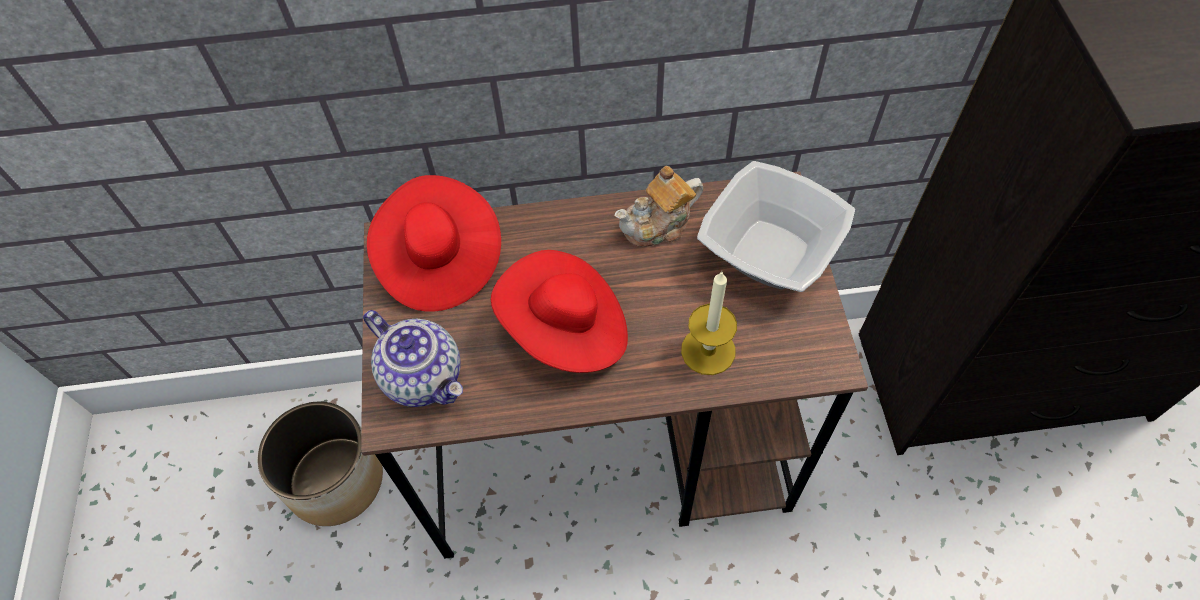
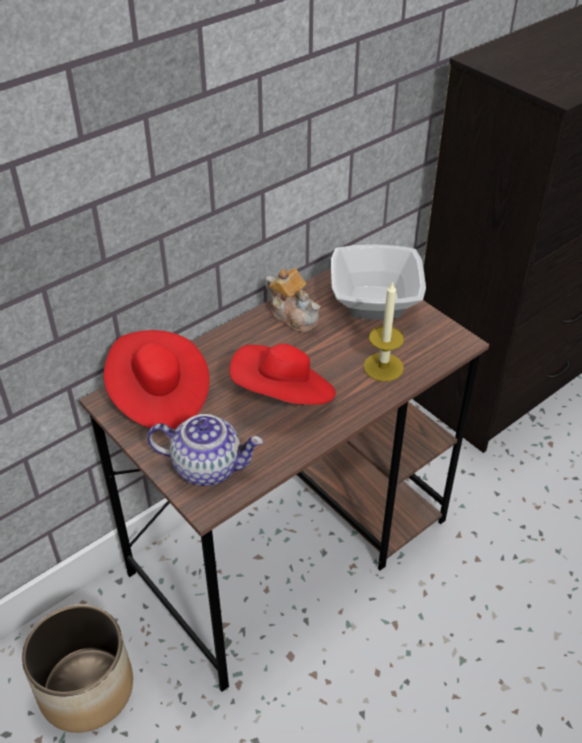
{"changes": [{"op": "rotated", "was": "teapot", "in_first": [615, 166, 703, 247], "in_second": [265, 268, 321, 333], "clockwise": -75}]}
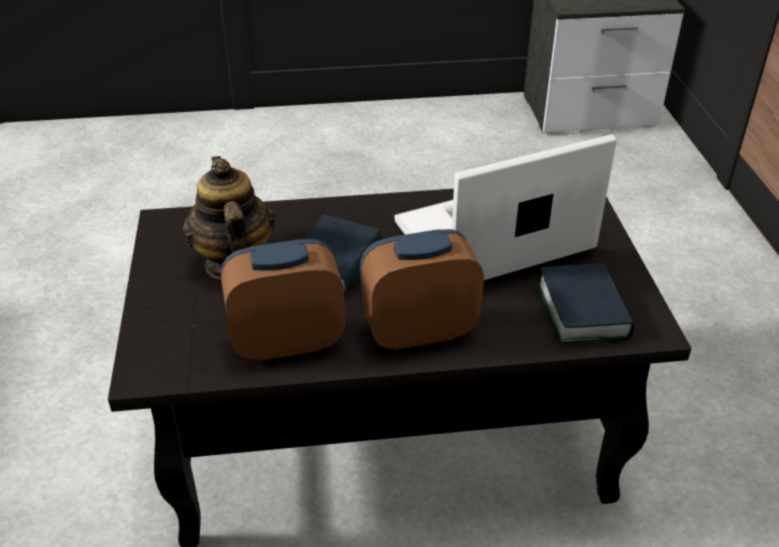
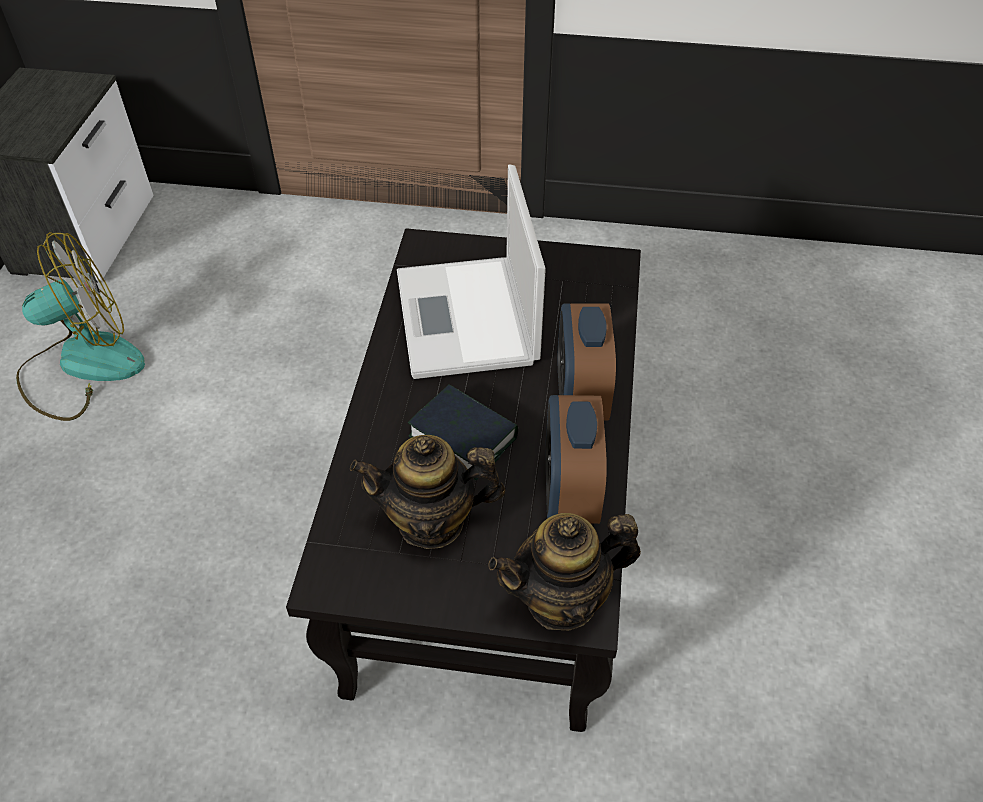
{"changes": [{"op": "new", "now": "fan", "in_second": [16, 232, 145, 421]}, {"op": "new", "now": "teapot", "in_second": [488, 513, 641, 631]}, {"op": "gone", "was": "book", "in_first": [537, 263, 634, 345]}]}
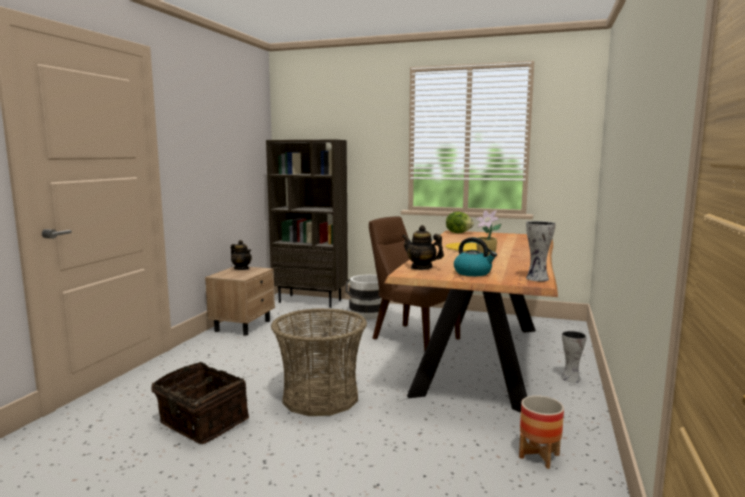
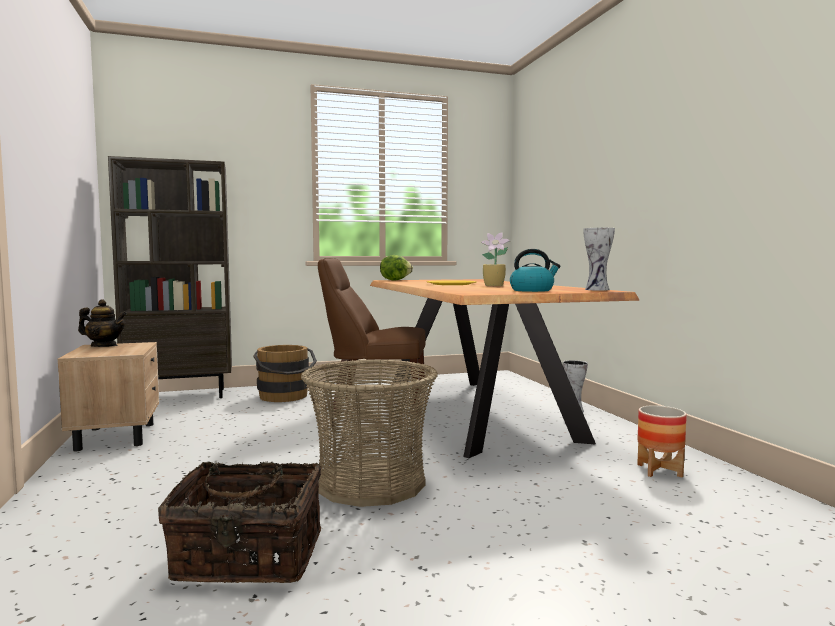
{"changes": [{"op": "repainted", "was": "bucket (white)", "now": "bucket (brown)", "in_first": [346, 275, 382, 320], "in_second": [253, 345, 317, 402]}, {"op": "gone", "was": "teapot", "in_first": [402, 225, 444, 270]}]}
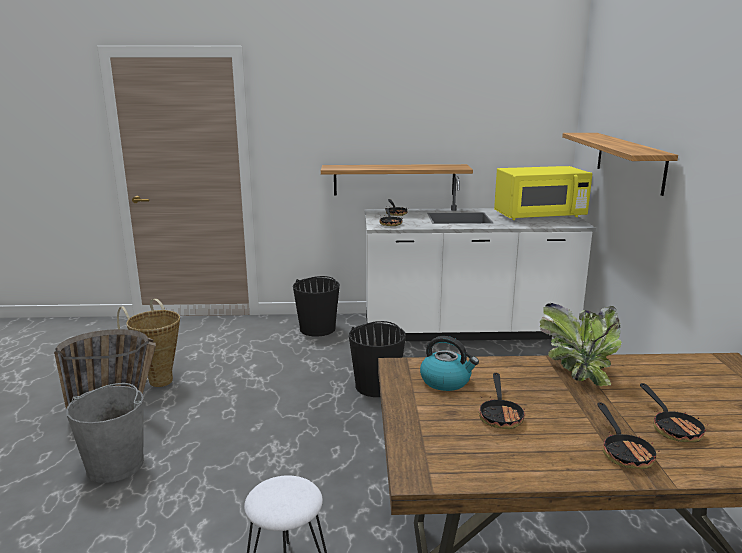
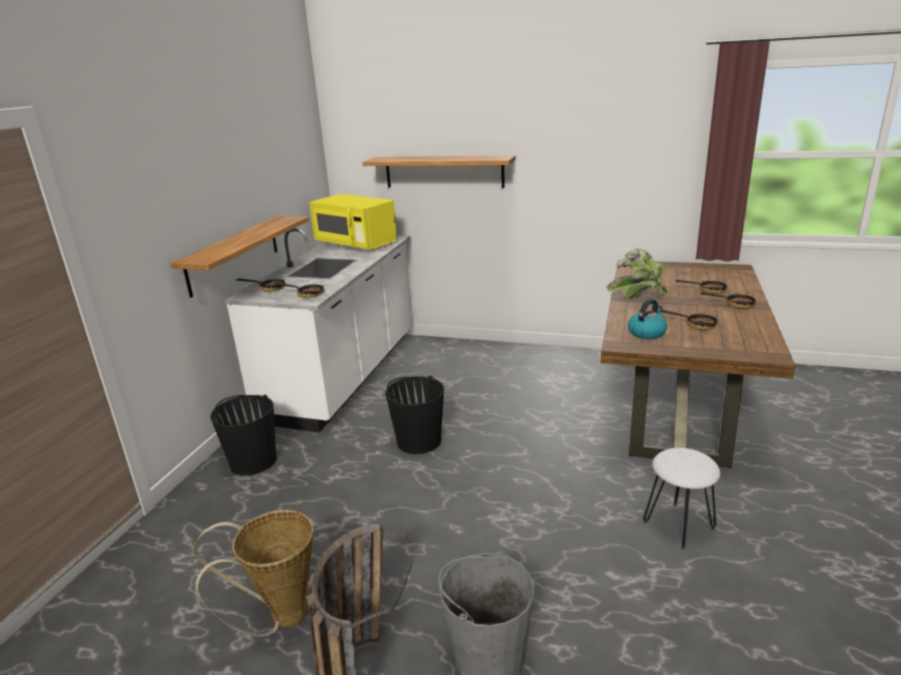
{"changes": [{"op": "rotated", "was": "microwave (yellow)", "in_first": [494, 166, 593, 220], "in_second": [309, 194, 397, 251], "clockwise": 120}]}
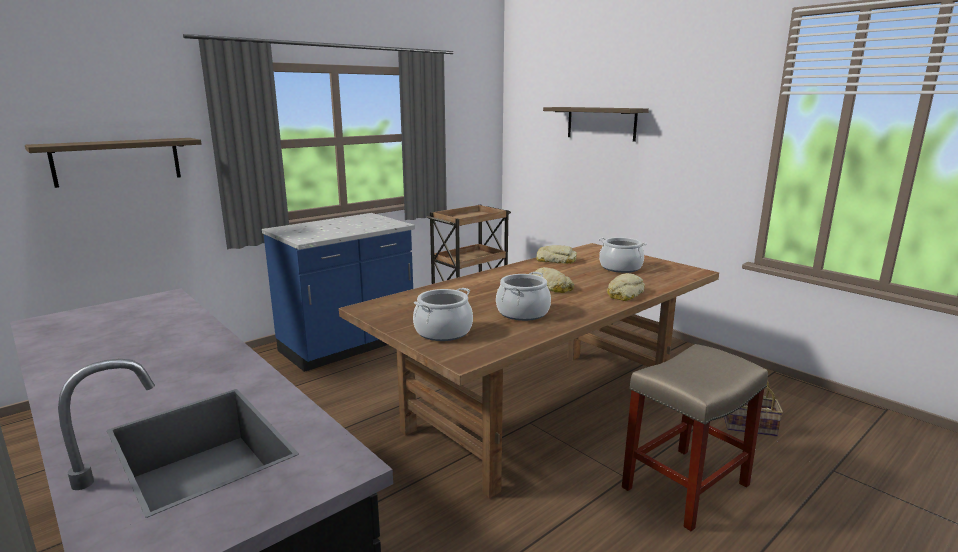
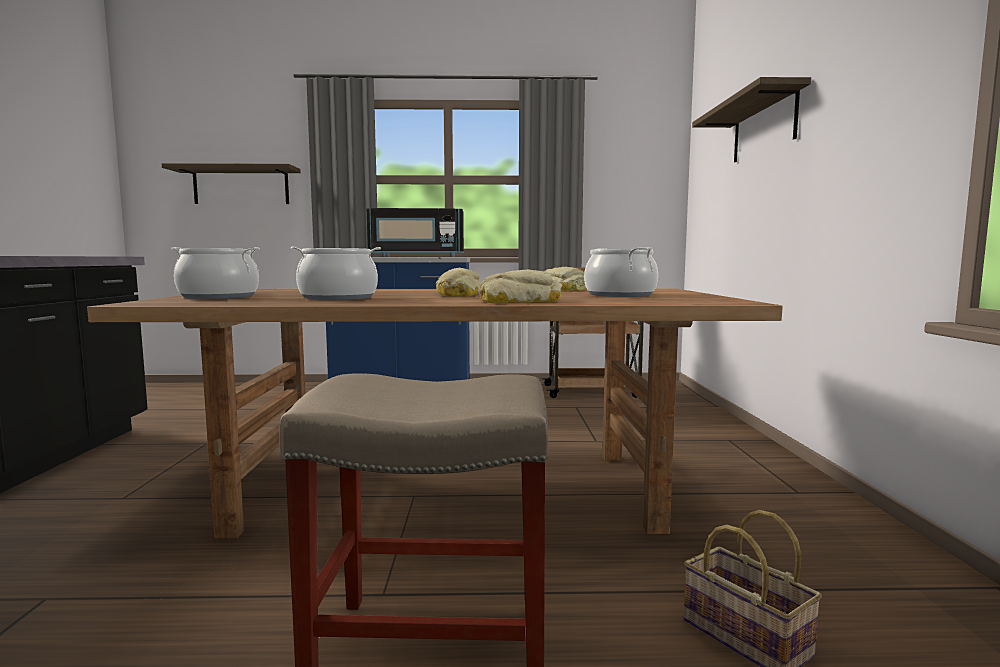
{"changes": [{"op": "new", "now": "microwave (black)", "in_second": [366, 208, 464, 257]}]}
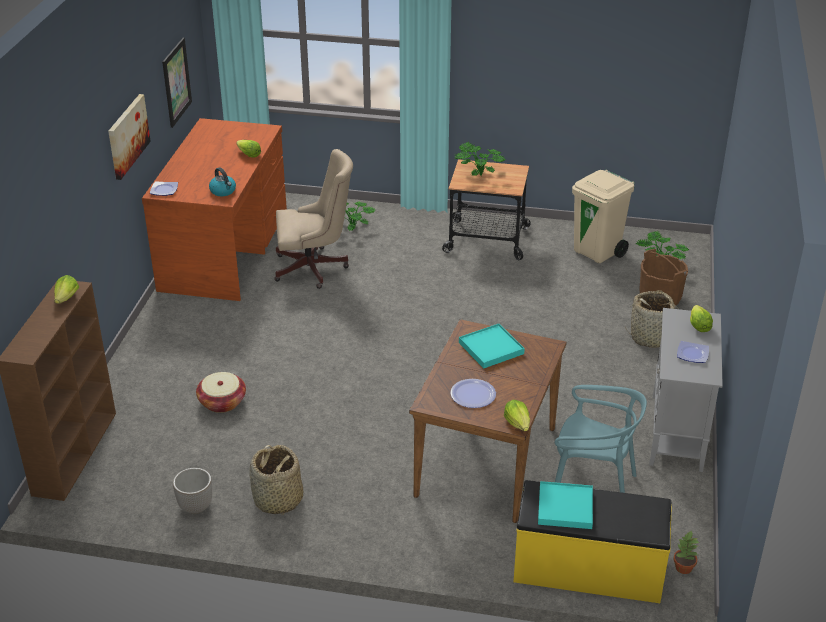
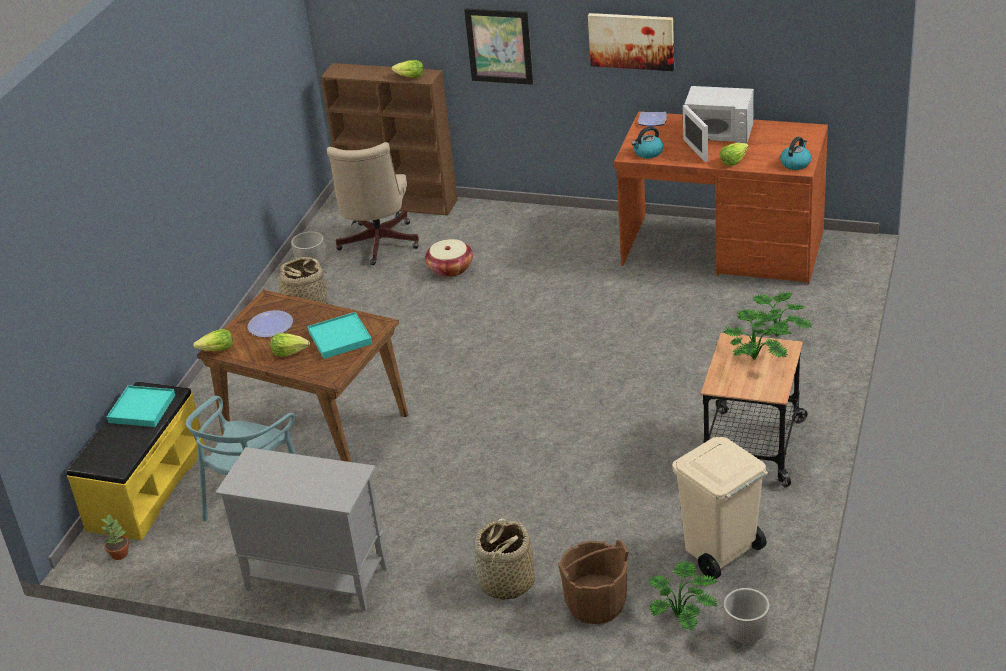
{"changes": [{"op": "shifted", "was": "lettuce", "in_first": [690, 305, 713, 332], "in_second": [270, 333, 310, 357]}, {"op": "shifted", "was": "office chair (beige)", "in_first": [274, 149, 353, 289], "in_second": [327, 142, 419, 265]}, {"op": "shifted", "was": "picture", "in_first": [162, 38, 192, 128], "in_second": [464, 8, 533, 85]}, {"op": "new", "now": "microwave (white)", "in_second": [683, 86, 754, 162]}, {"op": "new", "now": "planter", "in_second": [723, 588, 770, 644]}, {"op": "new", "now": "kettle", "in_second": [780, 137, 811, 170]}, {"op": "gone", "was": "plate", "in_first": [677, 341, 709, 363]}]}
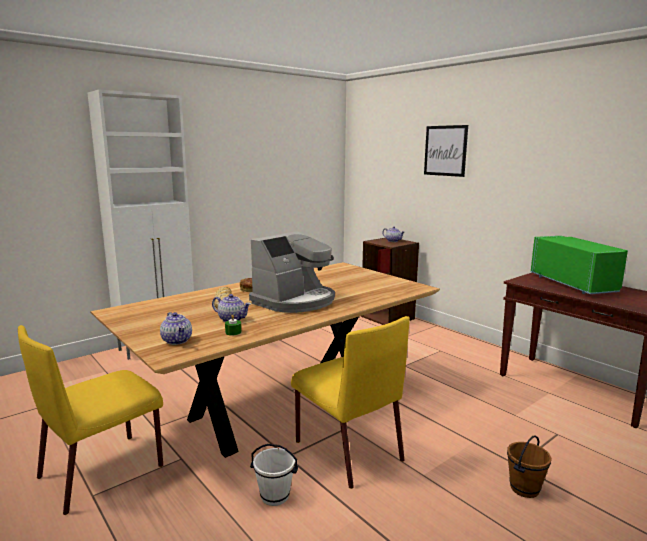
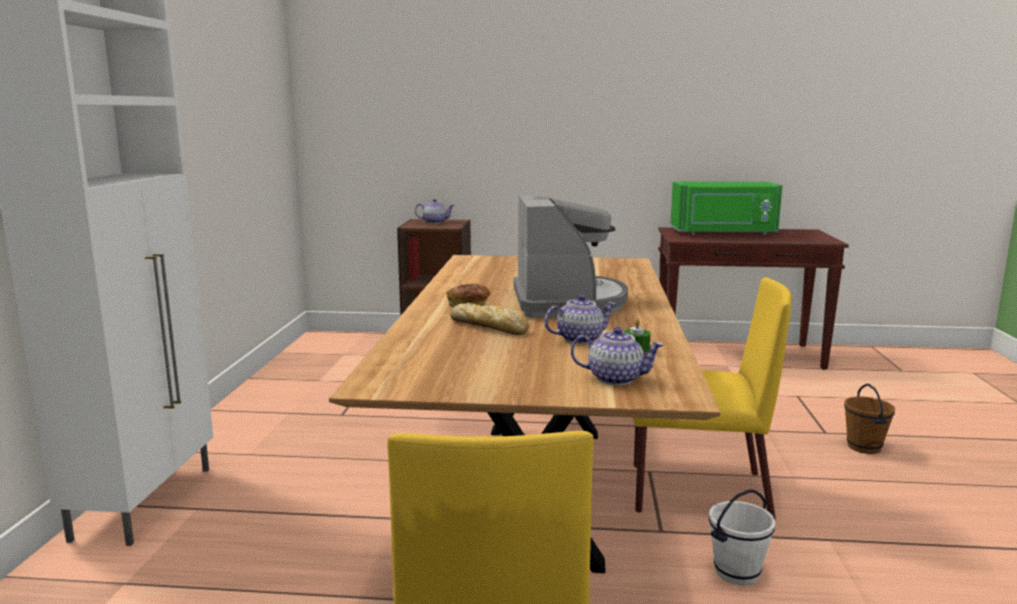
{"changes": [{"op": "rotated", "was": "microwave (green)", "in_first": [531, 236, 628, 294], "in_second": [670, 182, 782, 235], "clockwise": 150}, {"op": "gone", "was": "picture", "in_first": [424, 125, 468, 177]}]}
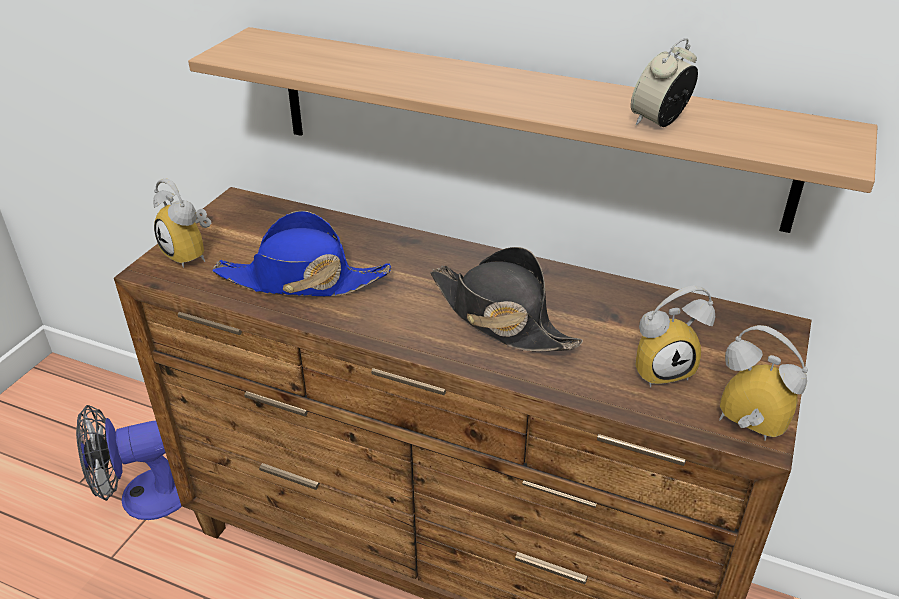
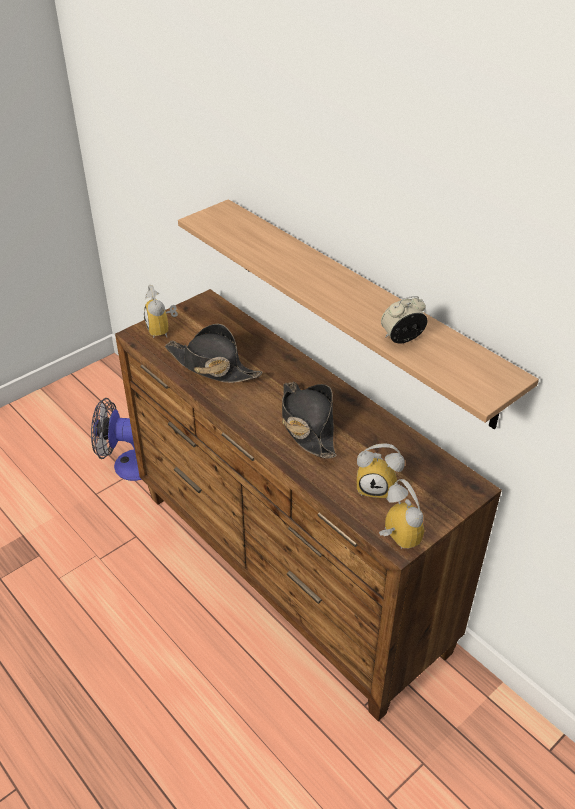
{"changes": [{"op": "repainted", "was": "hat (blue)", "now": "hat (black)", "in_first": [212, 211, 391, 296], "in_second": [165, 324, 263, 383]}]}
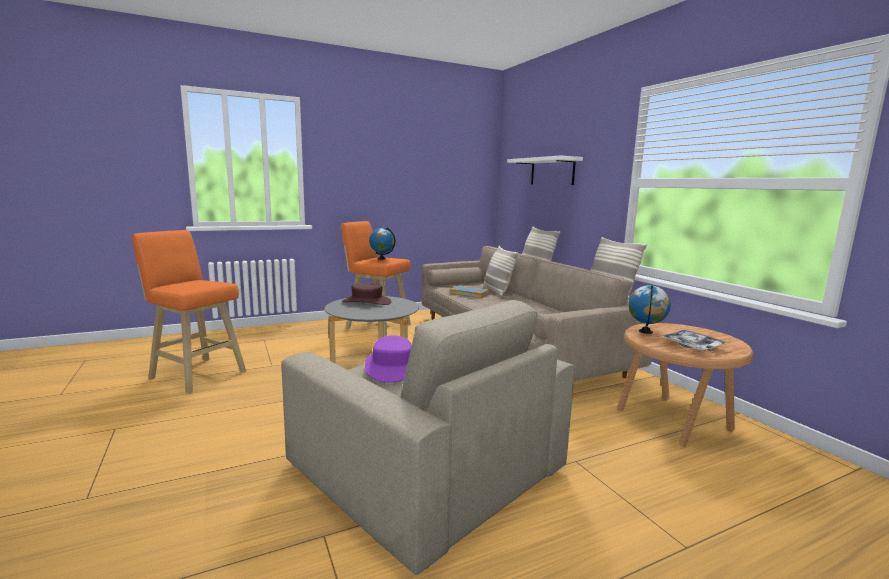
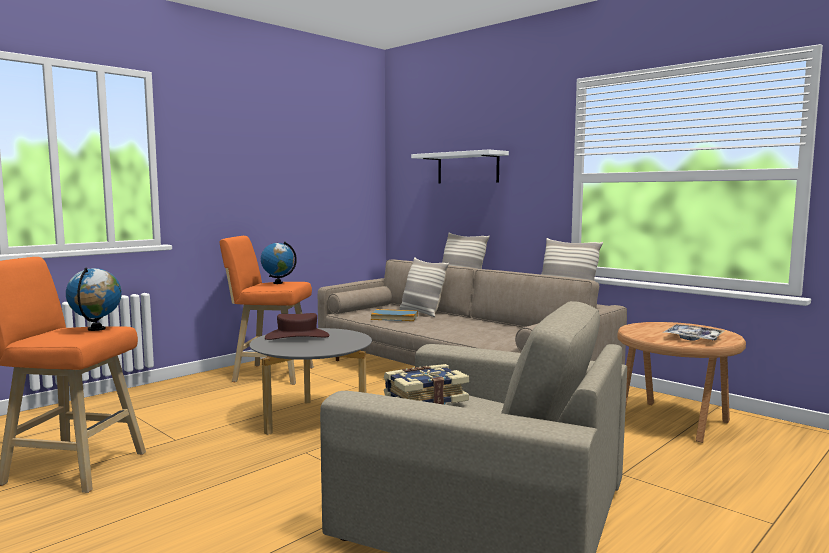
{"changes": [{"op": "shifted", "was": "globe", "in_first": [628, 285, 671, 334], "in_second": [66, 268, 122, 331]}, {"op": "swapped", "was": "hat (purple)", "now": "book", "in_first": [365, 336, 412, 382], "in_second": [384, 364, 469, 405]}]}
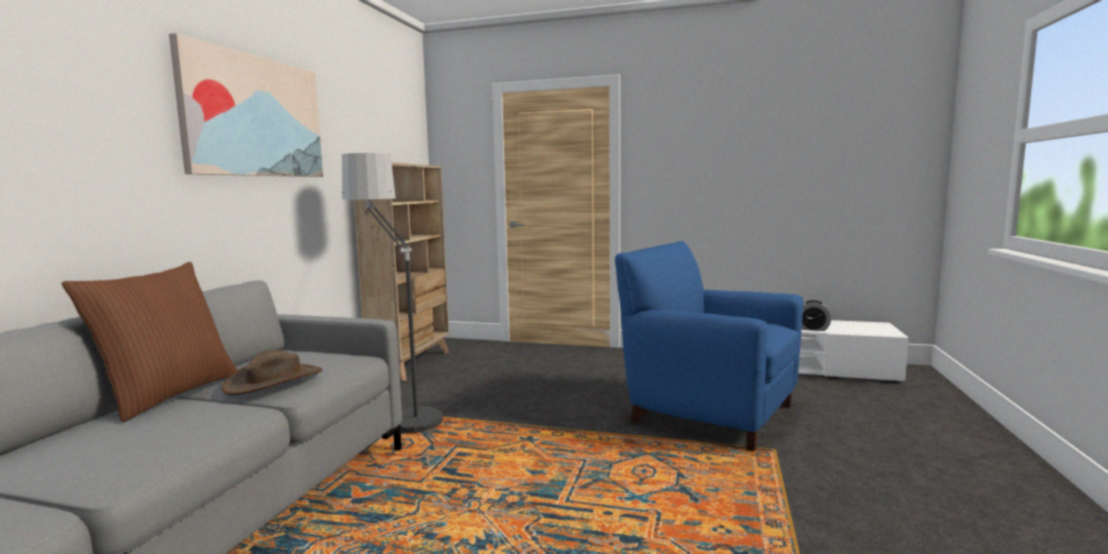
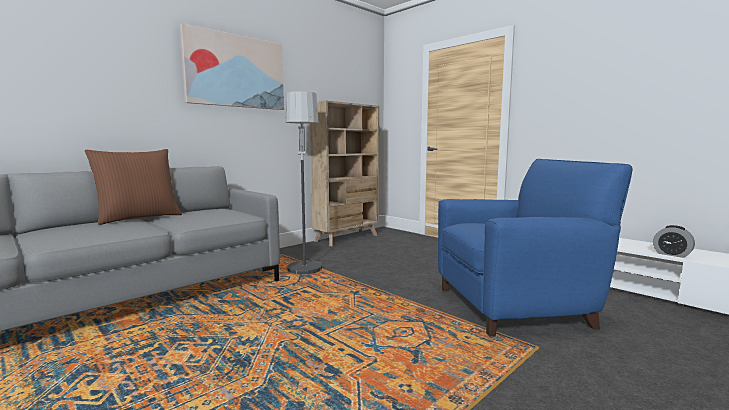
{"changes": [{"op": "rotated", "was": "armchair (blue)", "in_first": [615, 241, 804, 451], "in_second": [438, 159, 633, 337], "clockwise": 105}, {"op": "gone", "was": "hat (brown)", "in_first": [222, 350, 322, 395]}]}
